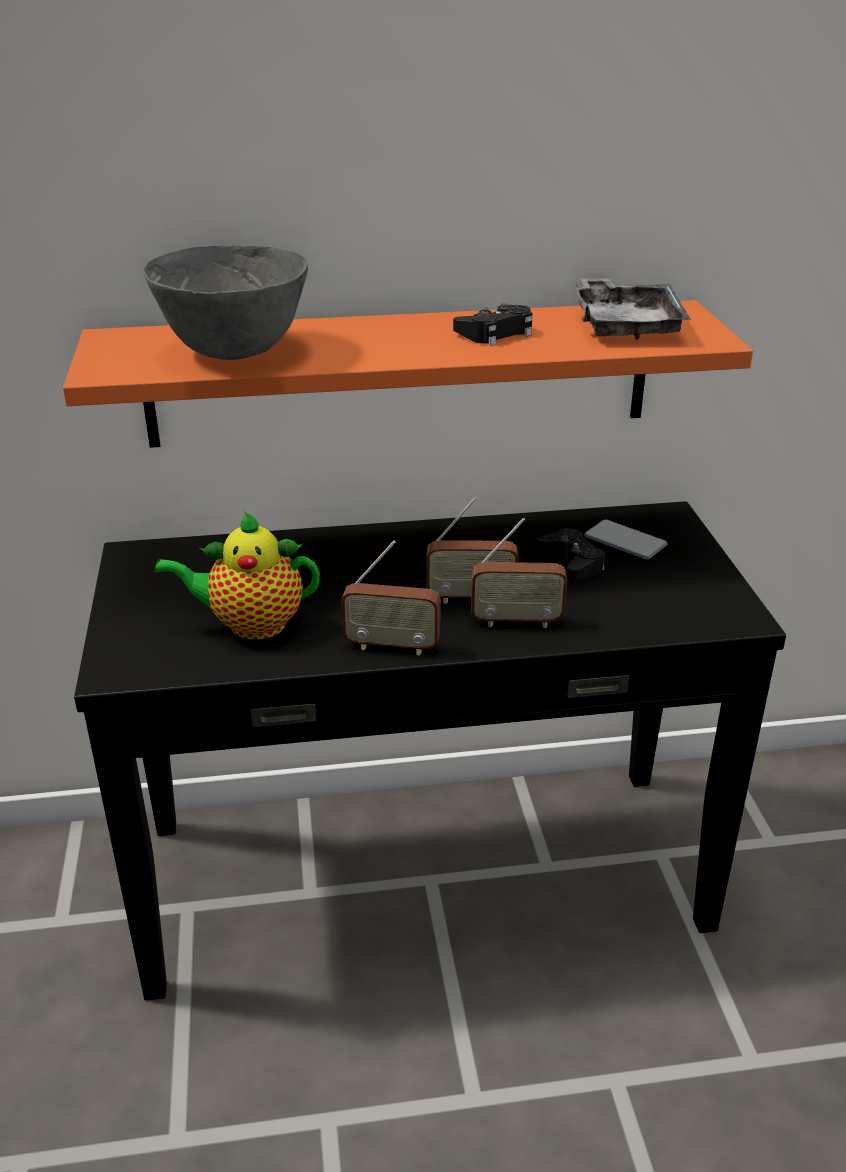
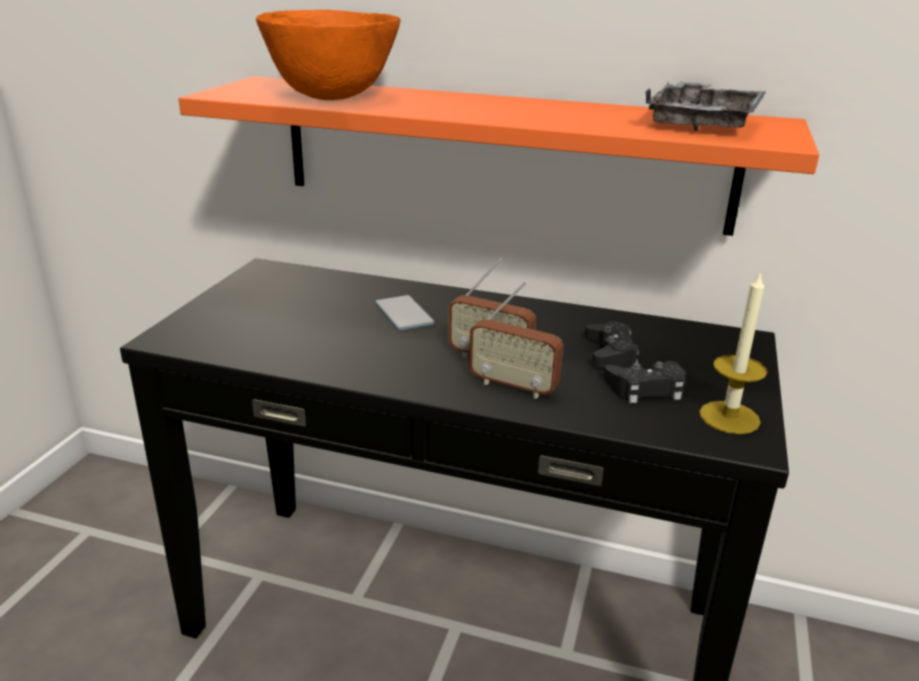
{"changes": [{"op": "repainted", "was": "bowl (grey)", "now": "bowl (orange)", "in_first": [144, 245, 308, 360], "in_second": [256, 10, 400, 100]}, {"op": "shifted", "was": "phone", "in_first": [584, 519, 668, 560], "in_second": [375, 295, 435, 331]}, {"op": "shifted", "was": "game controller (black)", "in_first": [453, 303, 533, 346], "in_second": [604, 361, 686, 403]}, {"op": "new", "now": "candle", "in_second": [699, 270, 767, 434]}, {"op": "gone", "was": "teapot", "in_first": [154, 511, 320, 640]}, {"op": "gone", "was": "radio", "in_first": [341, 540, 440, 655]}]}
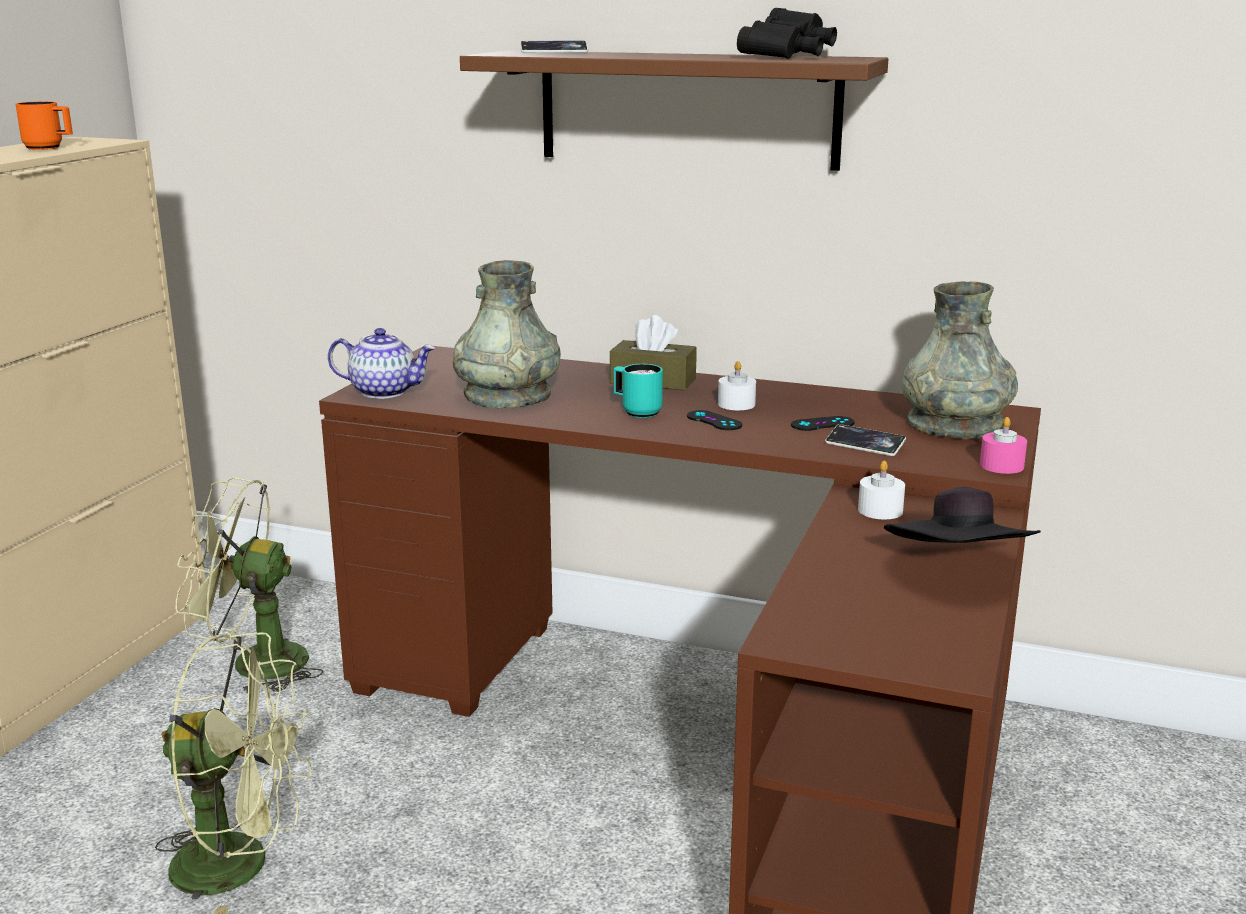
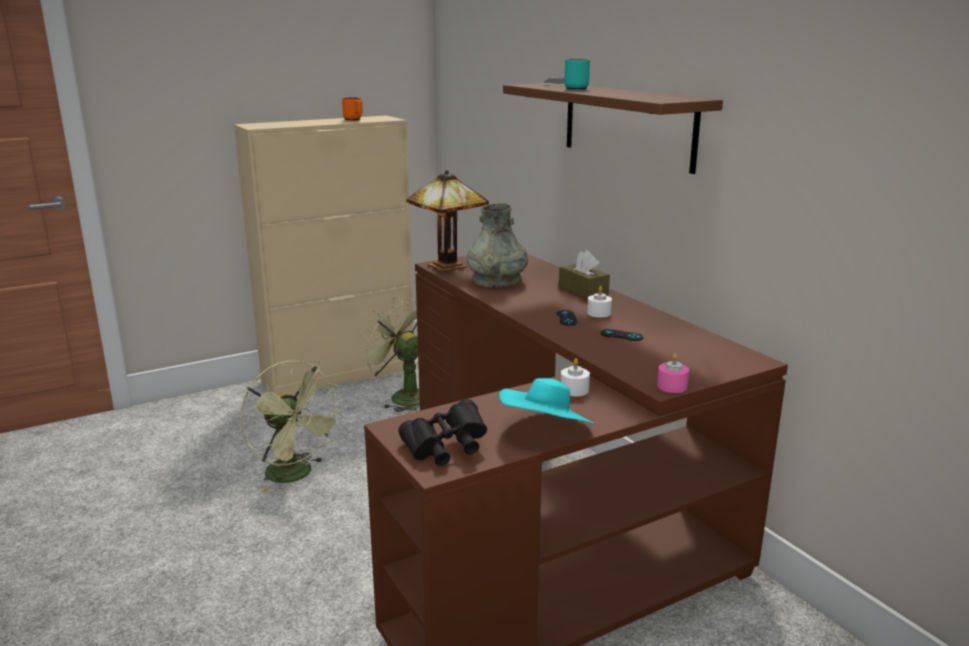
{"changes": [{"op": "shifted", "was": "binoculars (black)", "in_first": [737, 8, 837, 59], "in_second": [398, 399, 487, 466]}, {"op": "swapped", "was": "teapot", "now": "table lamp", "in_first": [328, 328, 435, 399], "in_second": [406, 170, 489, 272]}, {"op": "repainted", "was": "hat (black)", "now": "hat (turquoise)", "in_first": [884, 487, 1041, 543], "in_second": [499, 378, 594, 424]}, {"op": "shifted", "was": "mug (turquoise)", "in_first": [614, 364, 663, 418], "in_second": [564, 59, 590, 90]}, {"op": "gone", "was": "phone", "in_first": [825, 424, 906, 456]}, {"op": "gone", "was": "vase (grey)", "in_first": [902, 281, 1018, 439]}]}
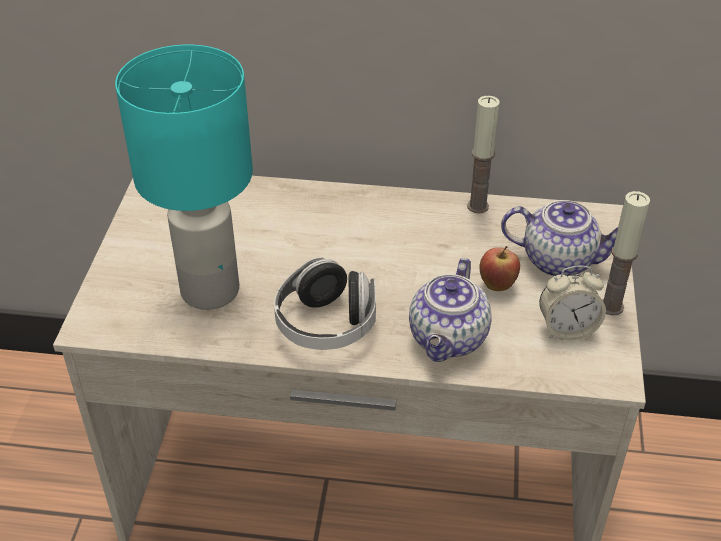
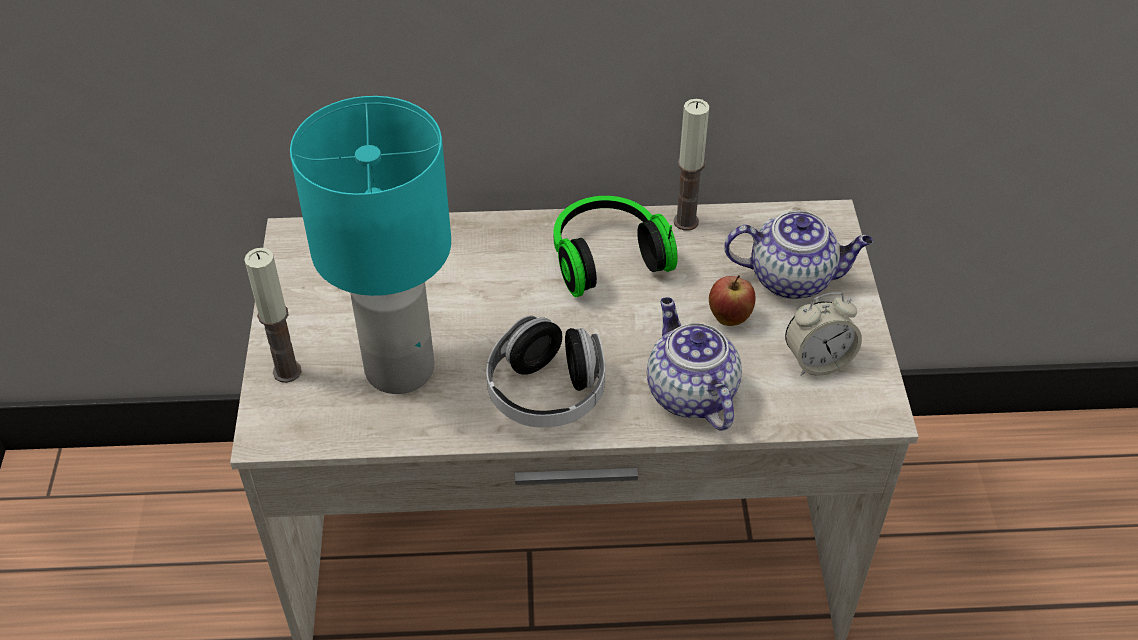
{"changes": [{"op": "shifted", "was": "candle", "in_first": [602, 191, 650, 316], "in_second": [244, 248, 301, 383]}, {"op": "new", "now": "headphones", "in_second": [554, 196, 678, 297]}, {"op": "rotated", "was": "teapot", "in_first": [409, 258, 492, 362], "in_second": [647, 297, 742, 431], "clockwise": 150}]}
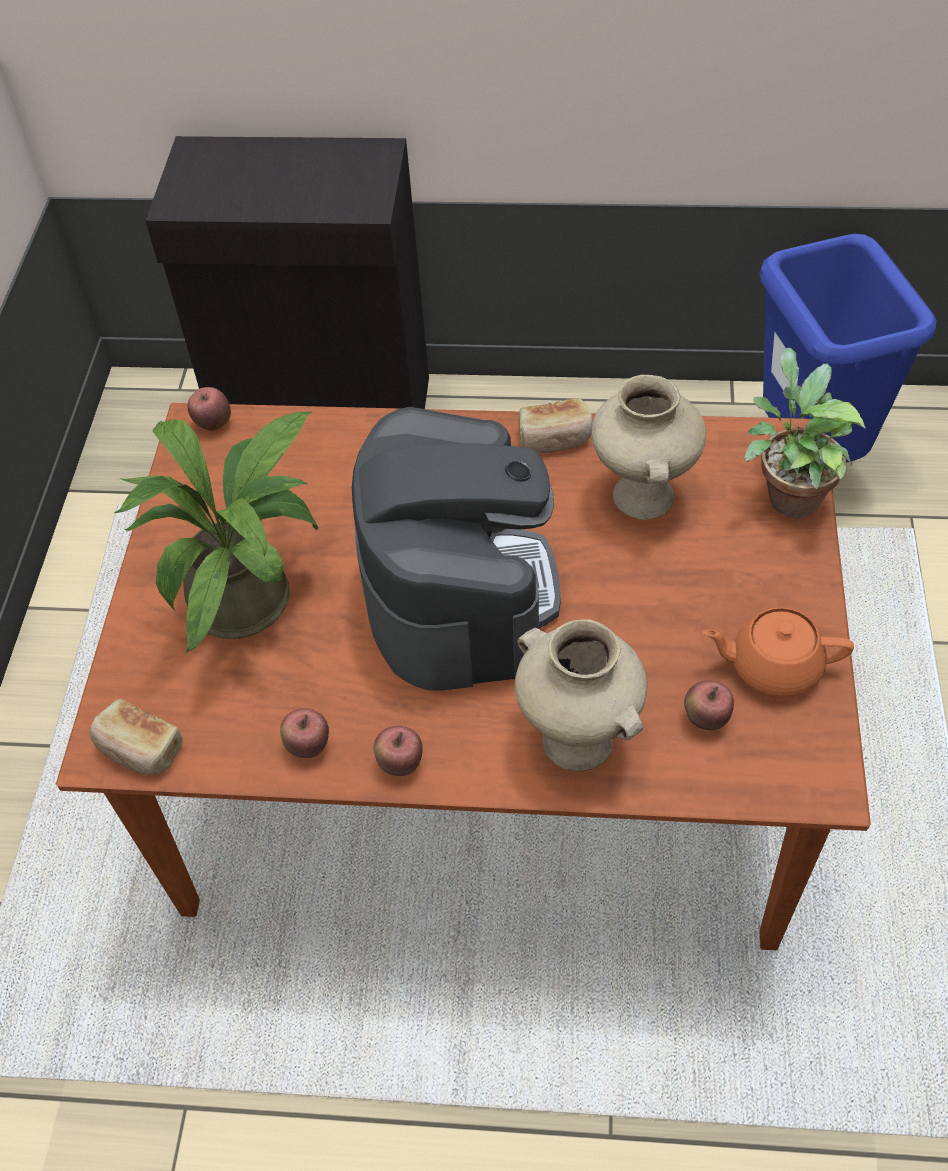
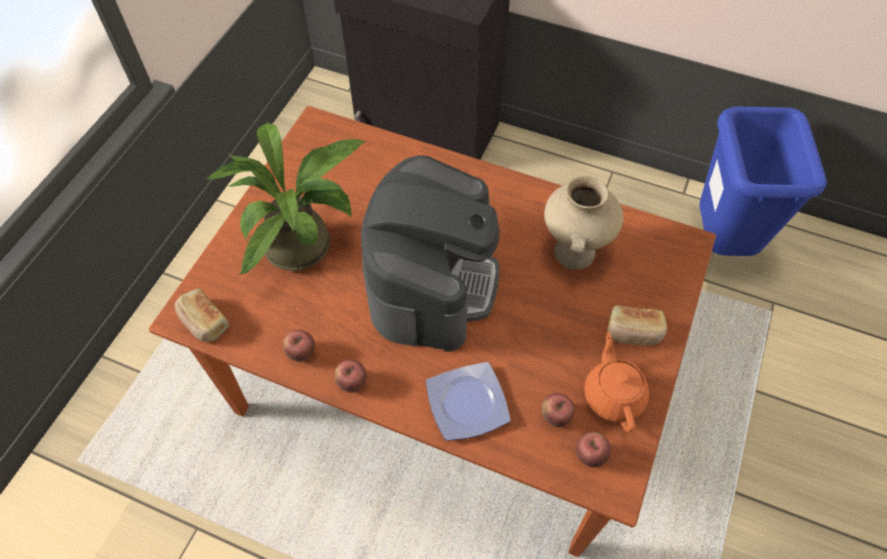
{"changes": [{"op": "swapped", "was": "vase (beige)", "now": "plate", "in_first": [515, 619, 648, 771], "in_second": [426, 362, 511, 441]}, {"op": "shifted", "was": "apple", "in_first": [187, 387, 231, 431], "in_second": [576, 432, 611, 467]}, {"op": "rotated", "was": "teapot (orange)", "in_first": [702, 607, 854, 698], "in_second": [584, 332, 649, 433], "clockwise": 60}, {"op": "shifted", "was": "bread", "in_first": [519, 399, 593, 453], "in_second": [607, 305, 667, 346]}, {"op": "gone", "was": "potted plant", "in_first": [745, 348, 866, 518]}]}
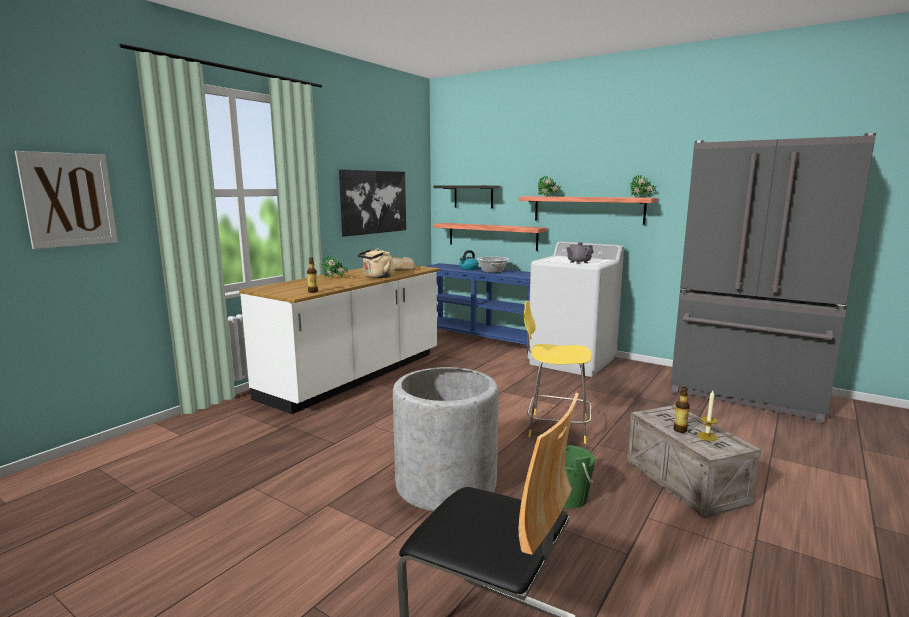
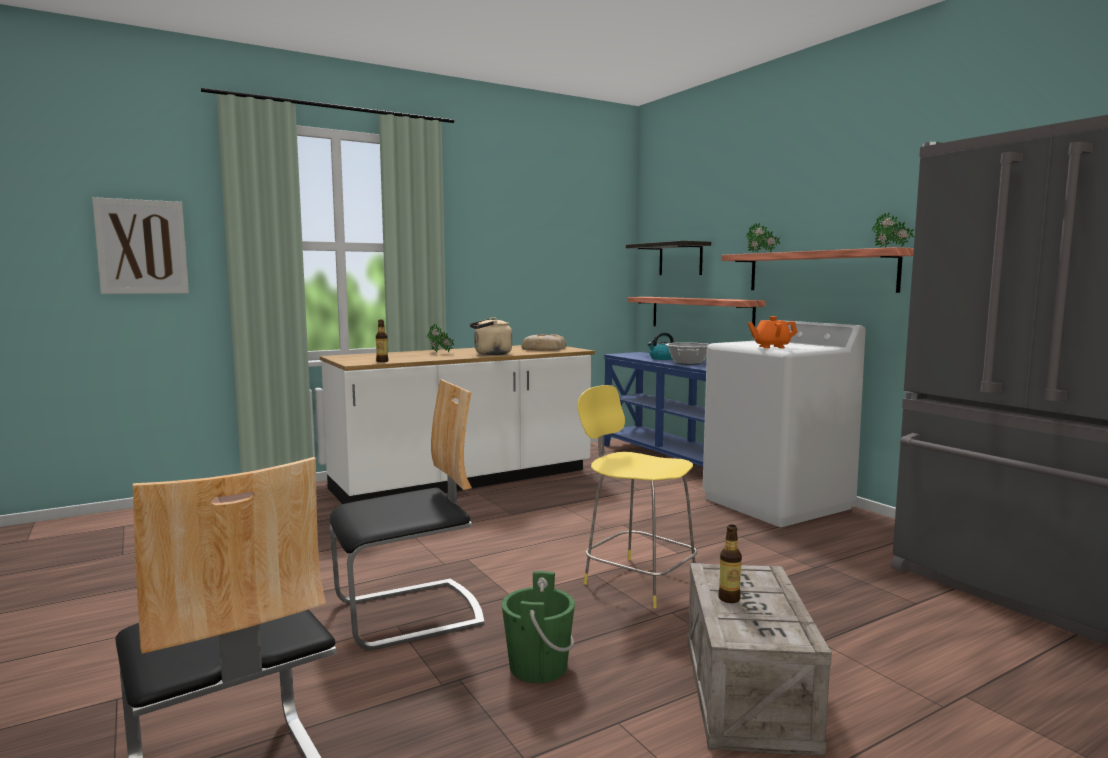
{"changes": [{"op": "swapped", "was": "planter (grey)", "now": "chair", "in_first": [393, 367, 499, 511], "in_second": [330, 379, 485, 650]}, {"op": "repainted", "was": "teapot (grey)", "now": "teapot (orange)", "in_first": [566, 242, 593, 264], "in_second": [748, 316, 797, 348]}, {"op": "gone", "was": "picture", "in_first": [339, 169, 406, 237]}, {"op": "gone", "was": "candle", "in_first": [697, 390, 718, 441]}]}
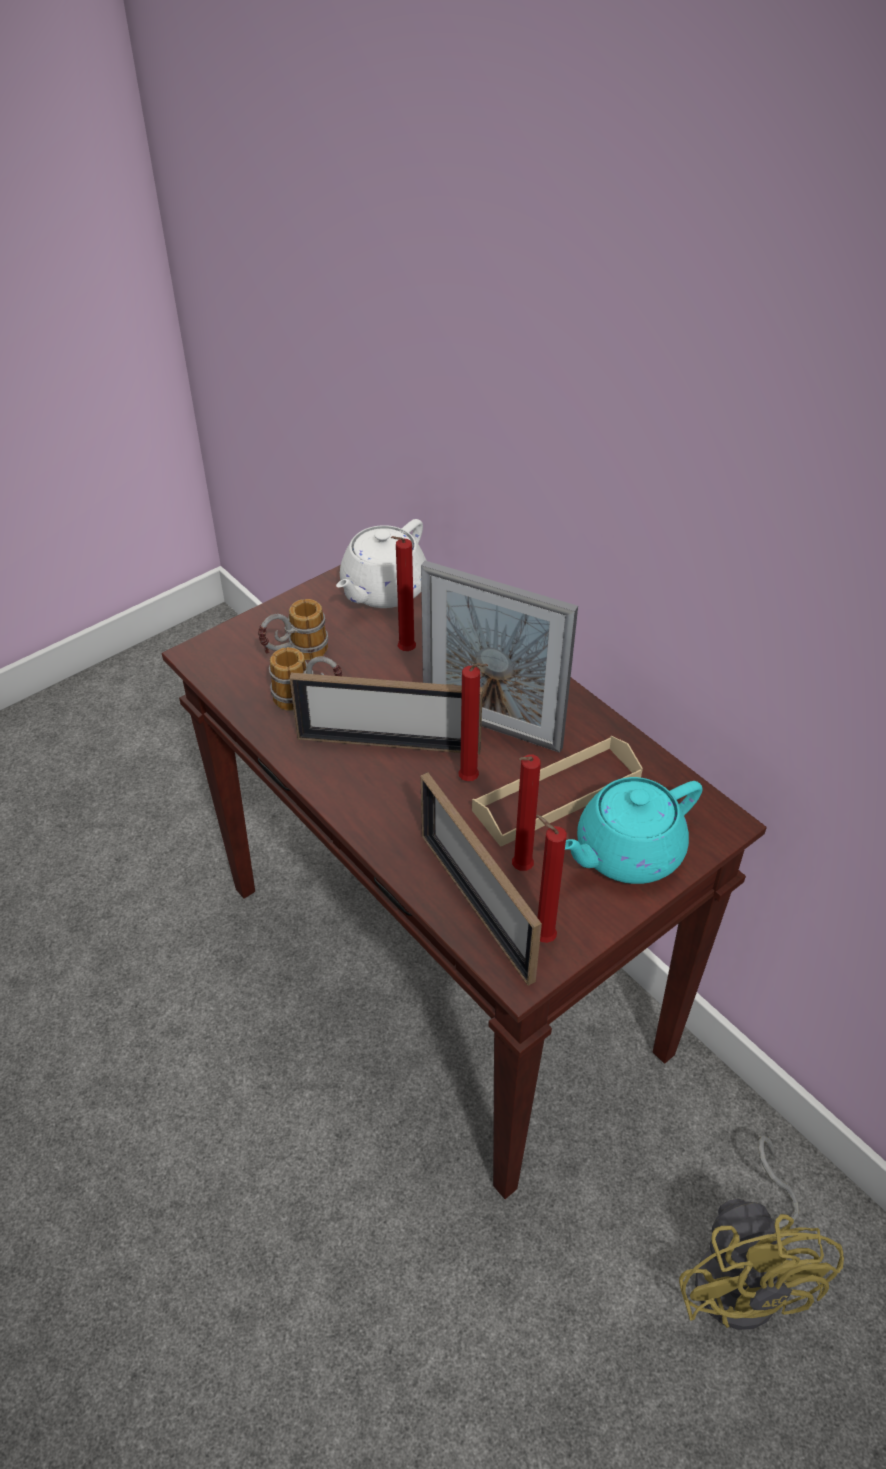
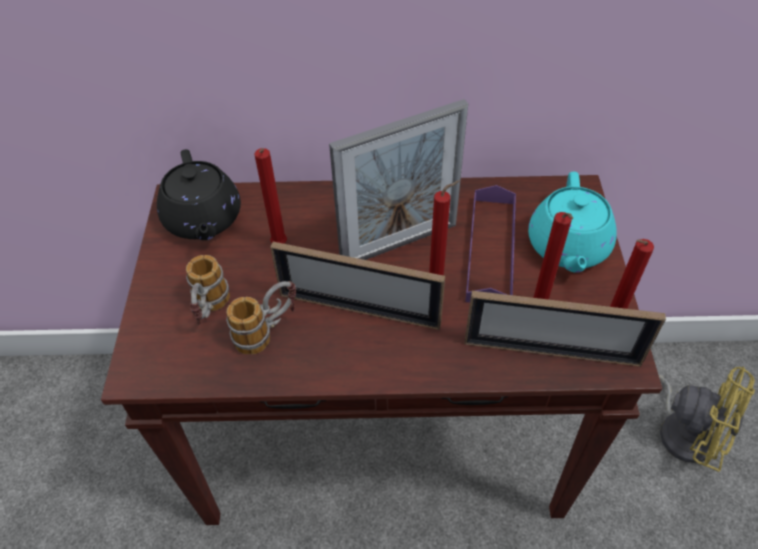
{"changes": [{"op": "repainted", "was": "teapot (white)", "now": "teapot (black)", "in_first": [336, 519, 426, 608], "in_second": [157, 149, 241, 240]}, {"op": "rotated", "was": "picture frame", "in_first": [290, 673, 483, 754], "in_second": [270, 242, 445, 330], "clockwise": 60}, {"op": "repainted", "was": "tray (beige)", "now": "tray (purple)", "in_first": [472, 736, 643, 847], "in_second": [465, 185, 516, 303]}]}
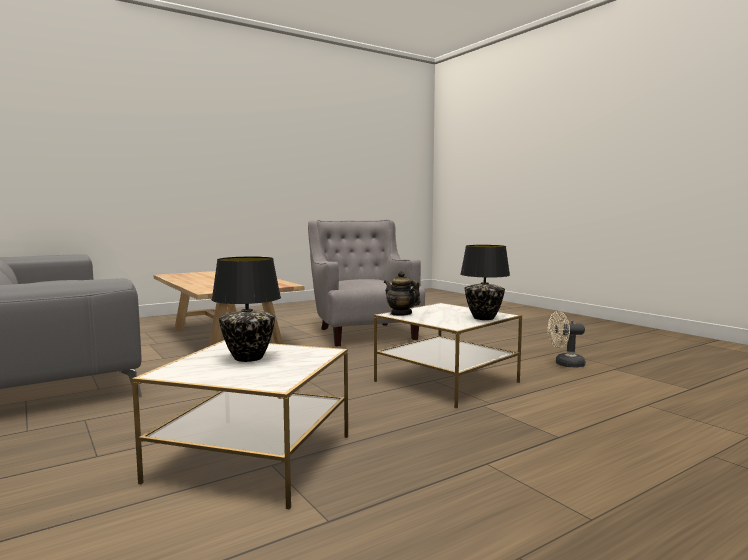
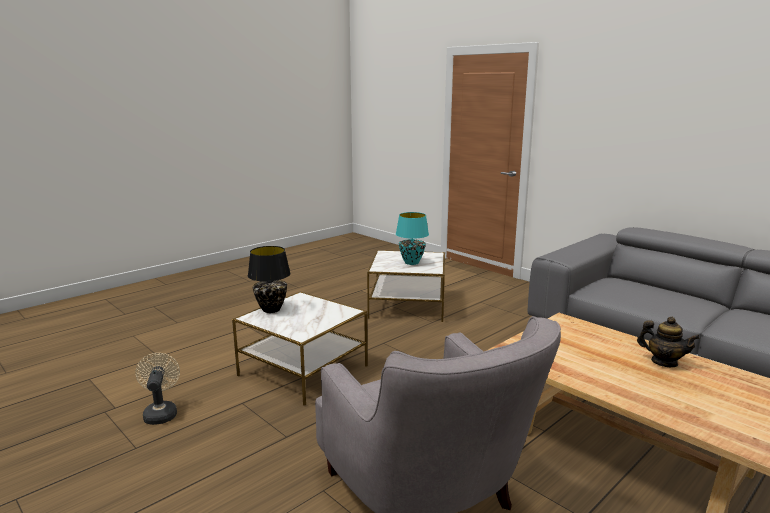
{"changes": [{"op": "rotated", "was": "fan (beige)", "in_first": [547, 311, 585, 367], "in_second": [136, 353, 180, 425], "clockwise": -90}, {"op": "repainted", "was": "table lamp (black)", "now": "table lamp (turquoise)", "in_first": [211, 257, 281, 362], "in_second": [396, 212, 429, 265]}, {"op": "shifted", "was": "teapot", "in_first": [384, 271, 421, 316], "in_second": [637, 317, 700, 367]}]}
